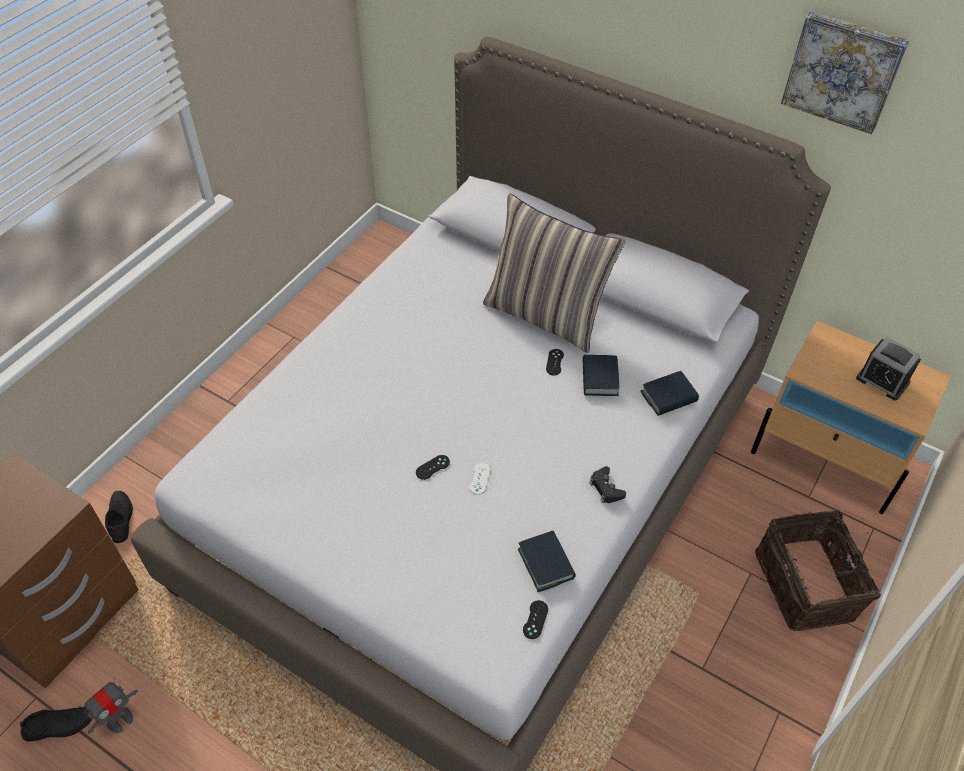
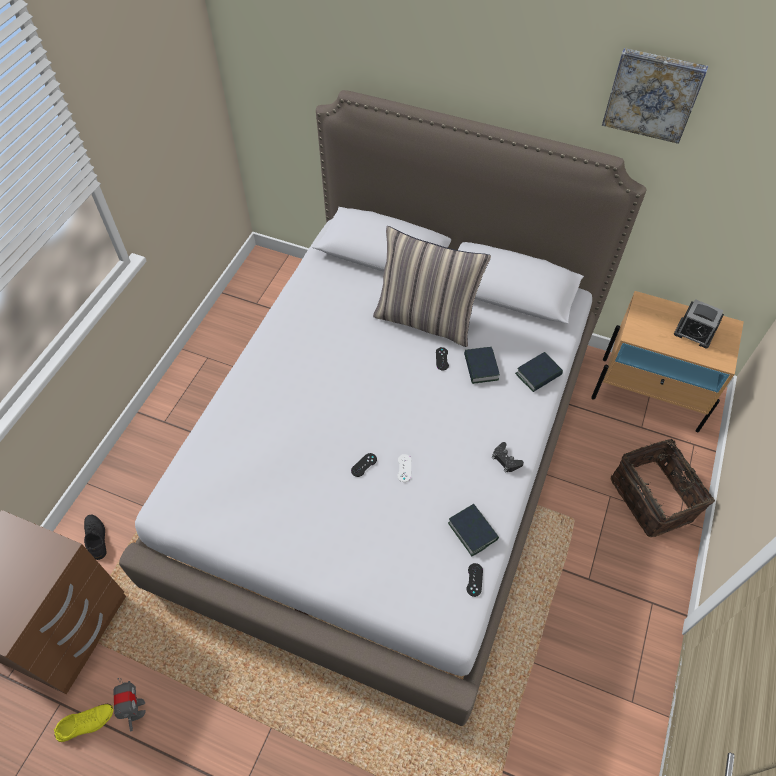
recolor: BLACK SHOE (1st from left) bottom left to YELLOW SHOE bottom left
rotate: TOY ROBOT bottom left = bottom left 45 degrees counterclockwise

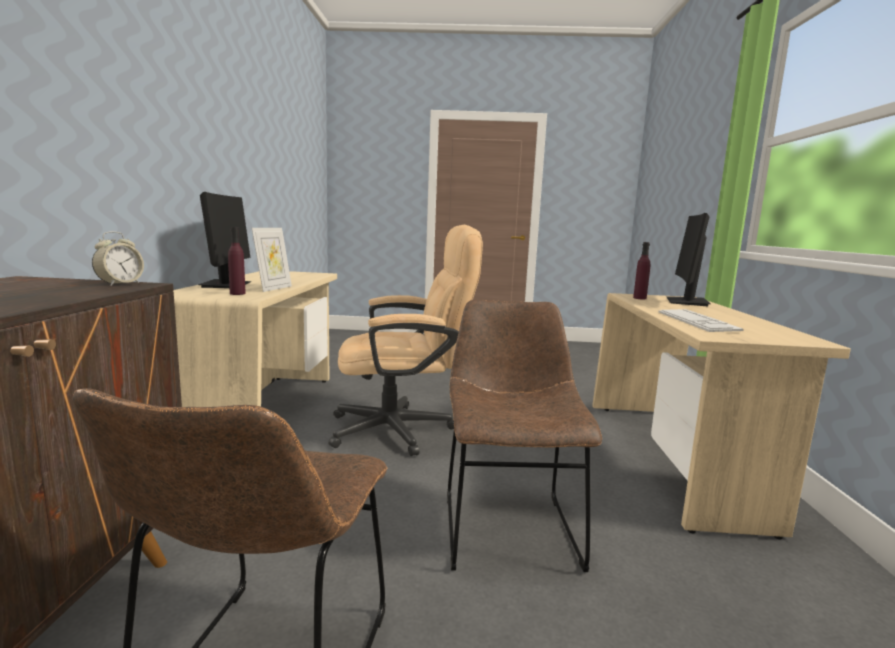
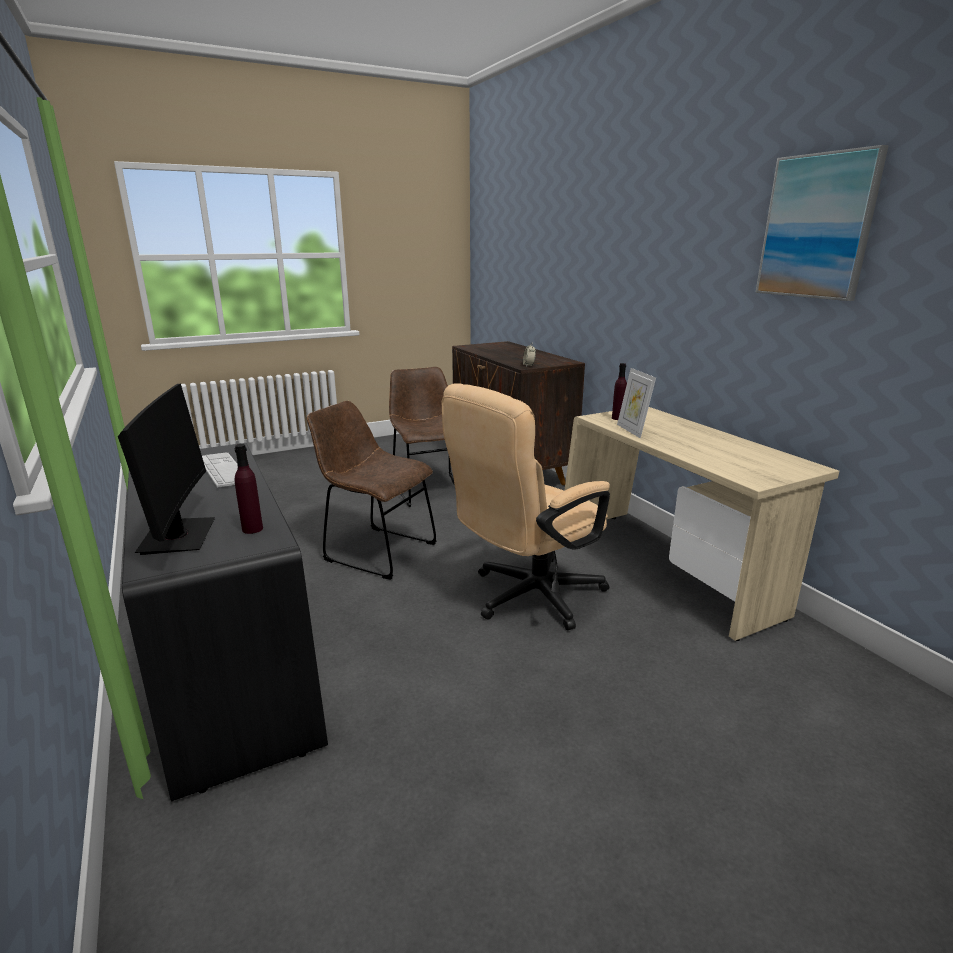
delete: MONITOR (1st from left) middle left
insert: PICTURE top right
recolor: BEIGE DESK (2nd from left) middle right to BLACK DESK middle left
rotate: BROWN CHAIR (2nd from left in the first image) bottom centre = centre 150 degrees clockwise

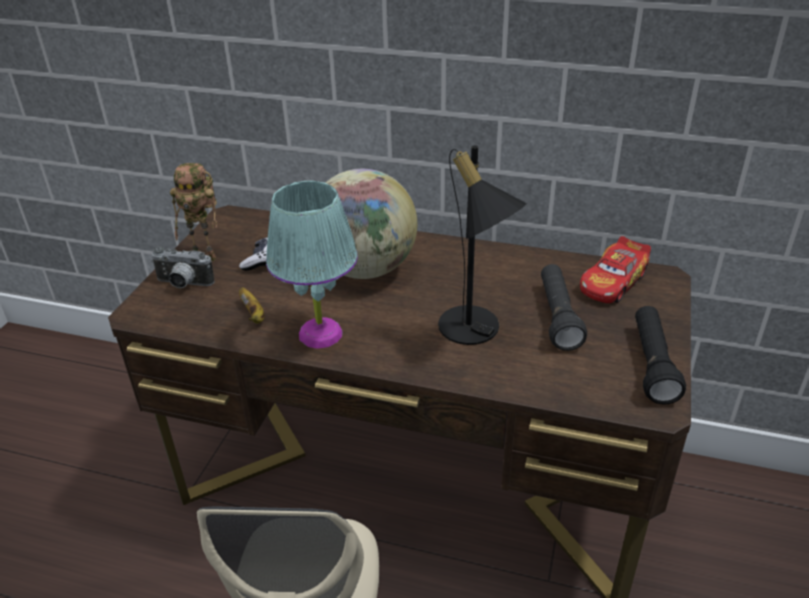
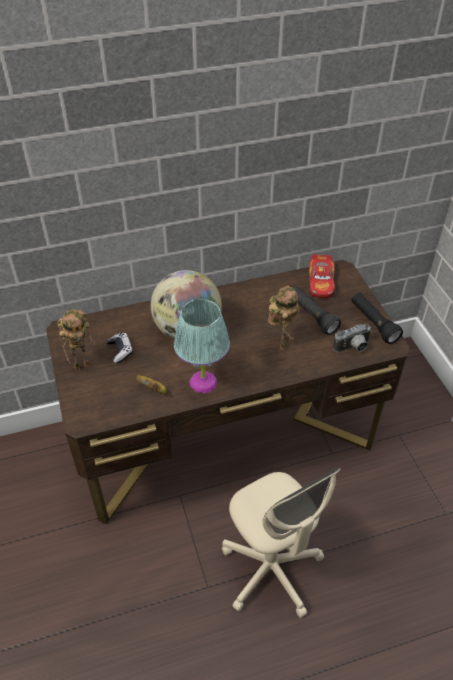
move: PHOTO CAMERA middle left to middle right
replace: BLACK TABLE LAMP centre to TOY ROBOT (2nd from left) centre

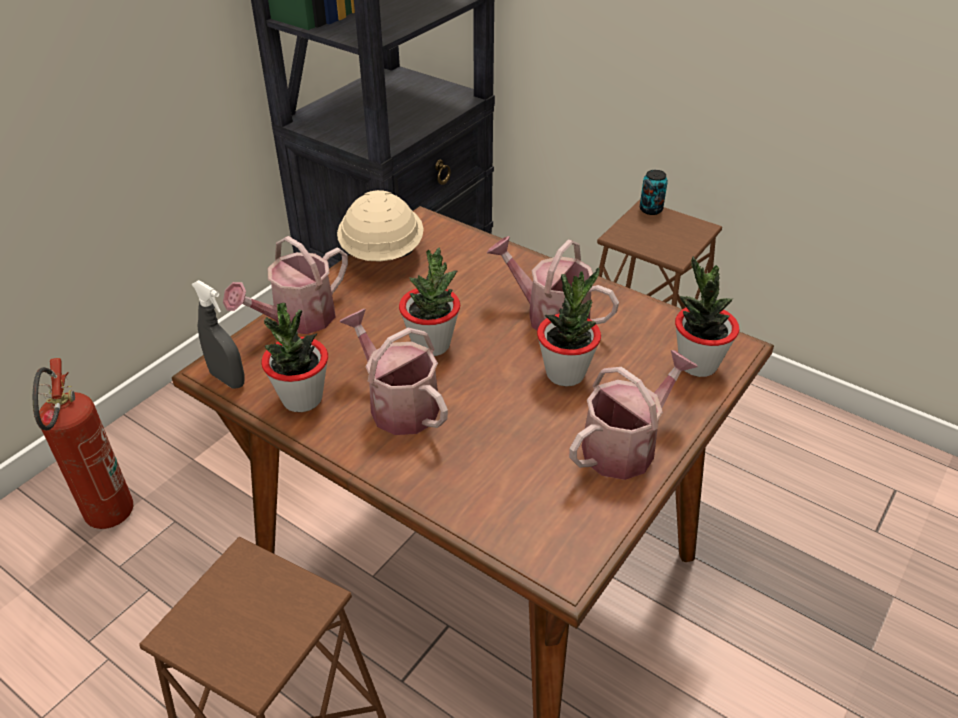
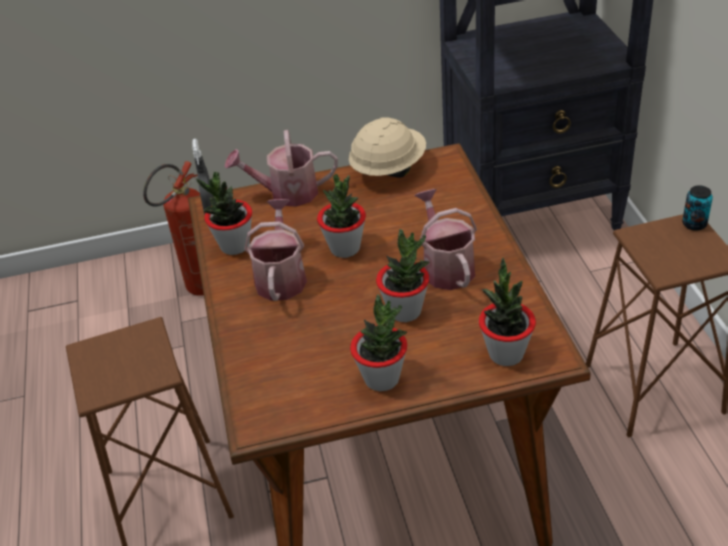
replace: WATERING CAN (4th from left) centre to POTTED PLANT (3rd from left) centre

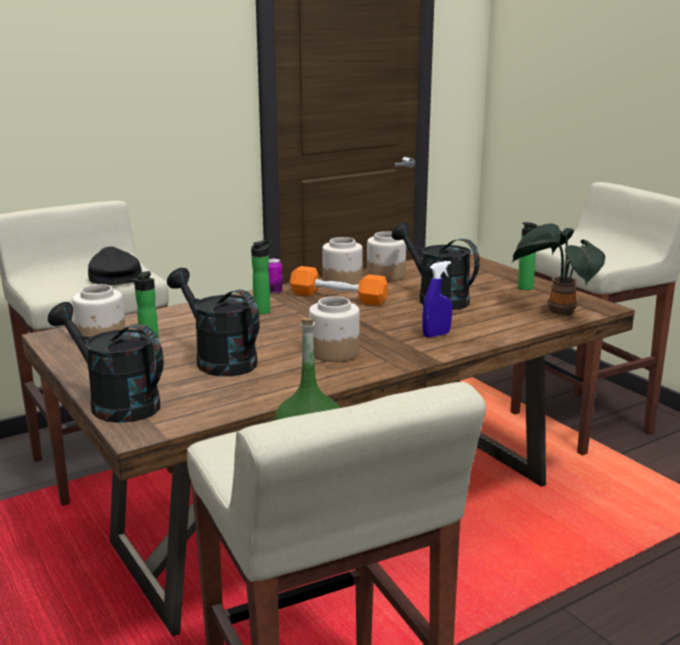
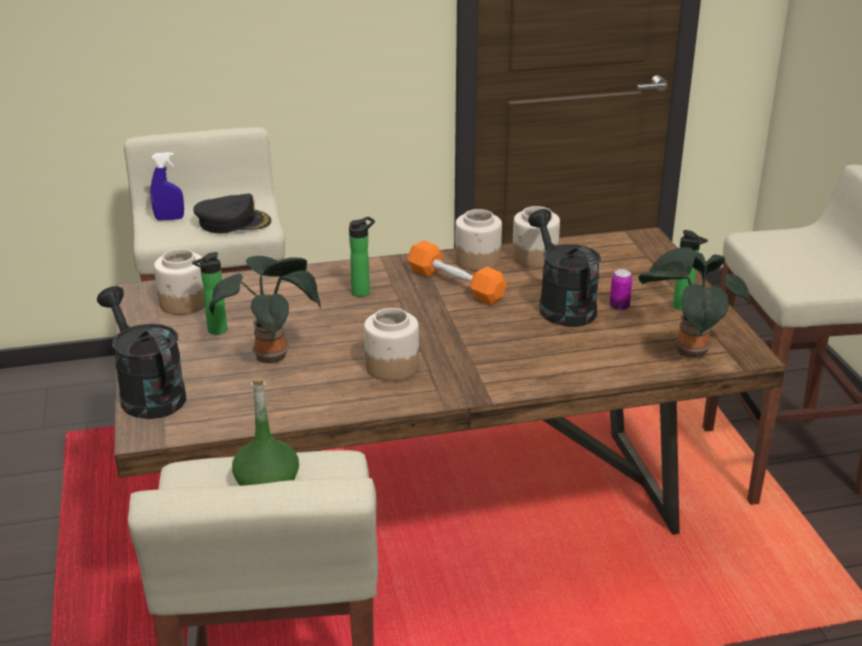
move: BLUE SPRAY BOTTLE centre to top left; CAN centre to middle right
replace: BLACK WATERING CAN (2nd from left) middle left to POTTED PLANT (1st from left) middle left
rotate: BLACK CAP middle left = top left 90 degrees clockwise

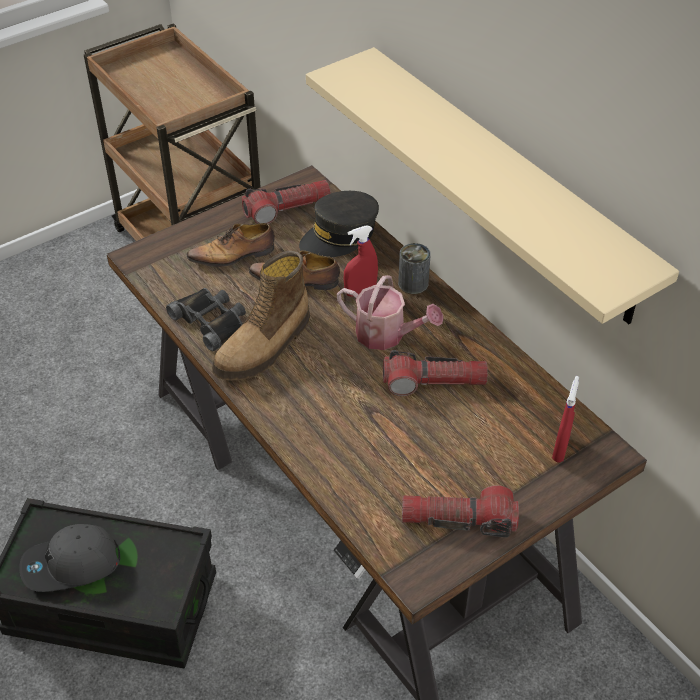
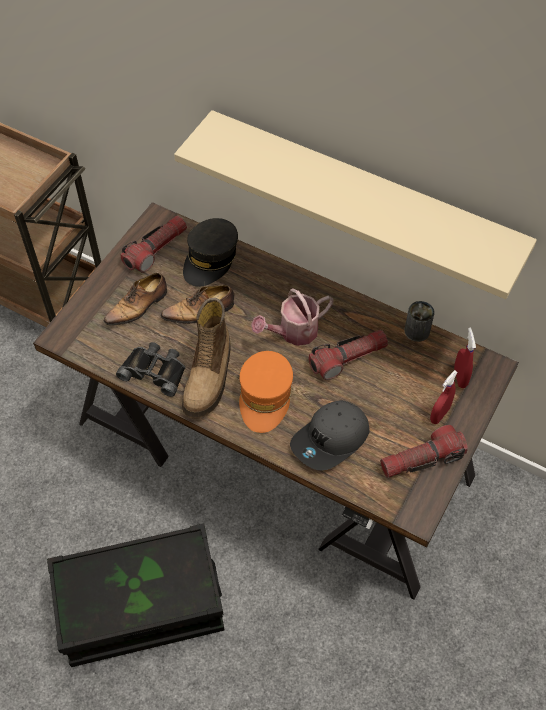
insert: ORANGE CAP centre
move: GREY CAP (1st from left in the first image) bottom left to GREY CAP (2nd from left) centre; CAN centre to middle right; RED SPRAY BOTTLE (1st from left) centre to middle right
rotate: WATERING CAN centre = centre 150 degrees clockwise

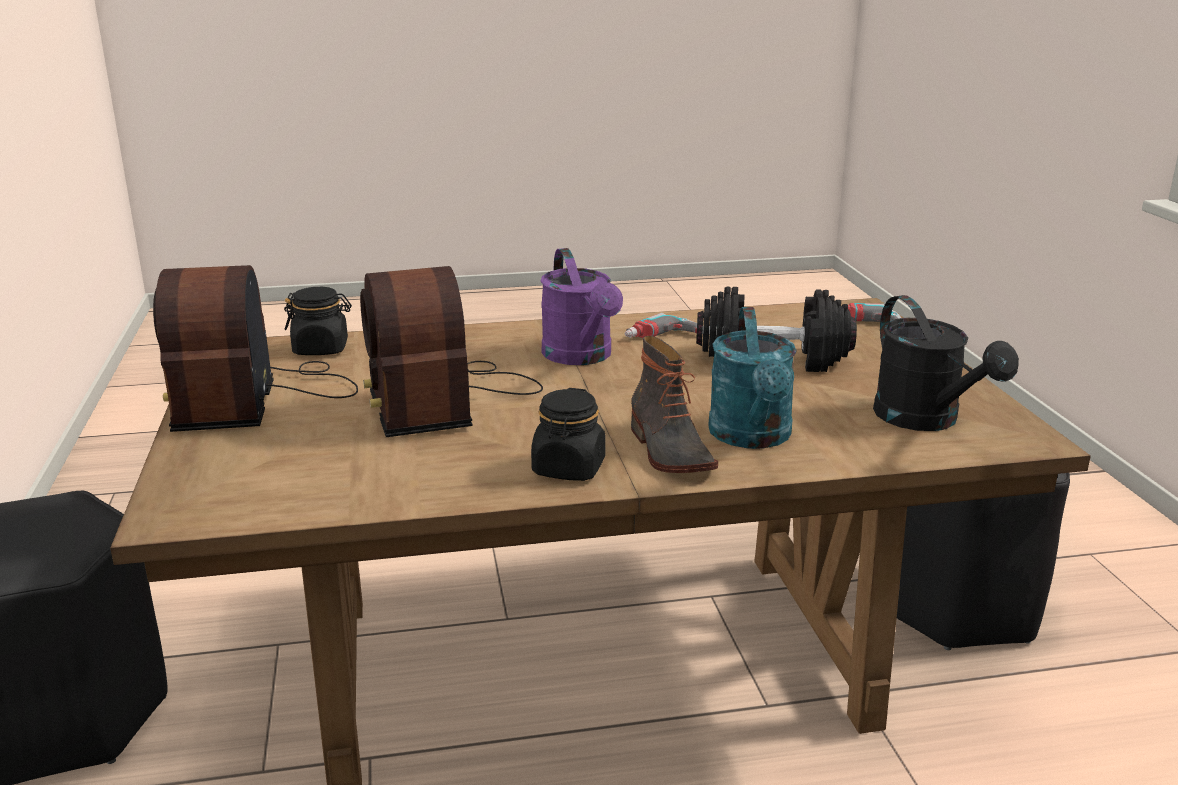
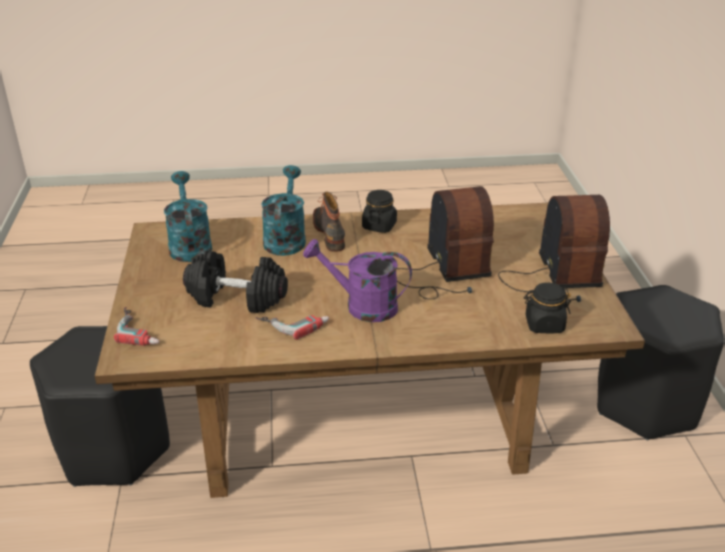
recolor: BLACK WATERING CAN middle right to TURQUOISE WATERING CAN (1st from left) middle left
rotate: PURPLE WATERING CAN centre = centre 60 degrees counterclockwise

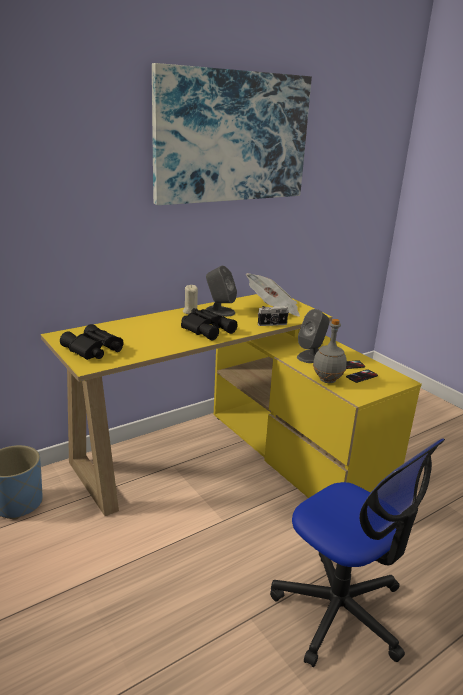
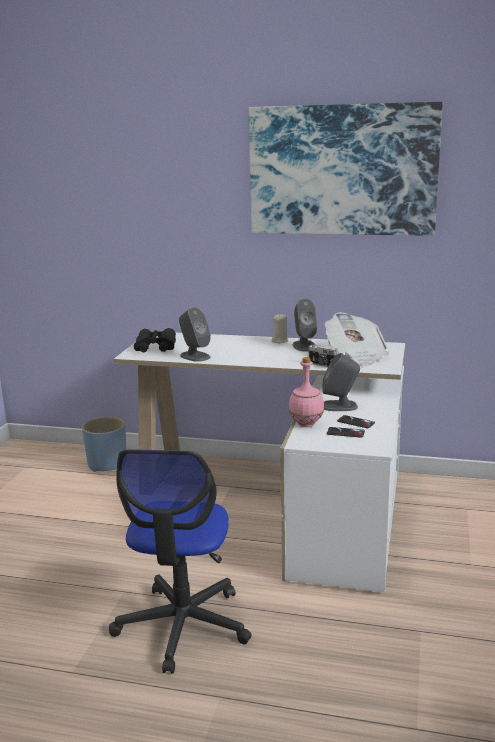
delete: BLACK BINOCULARS (2nd from left) centre
insert: GREY SPEAKER (1st from left) centre
recolor: YELLOW DESK centre to WHITE DESK centre; GREY BOTTLE middle right to PINK BOTTLE centre

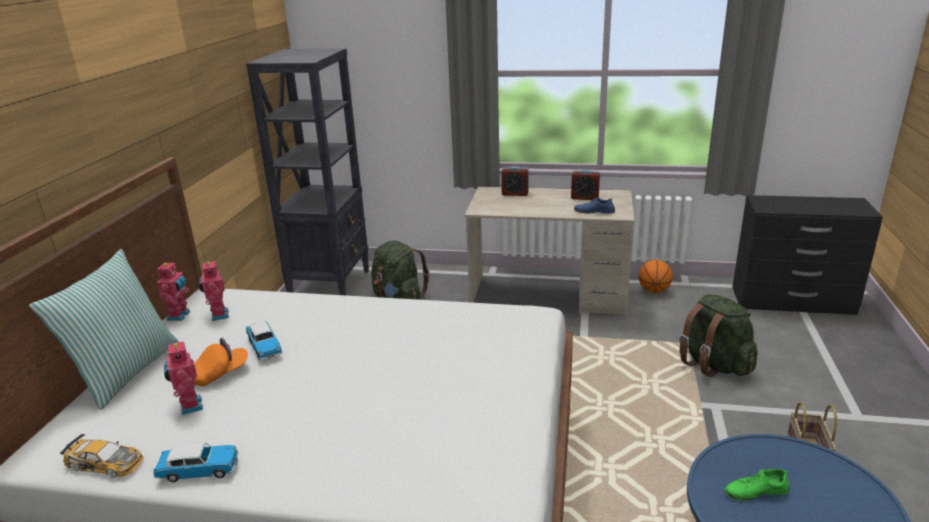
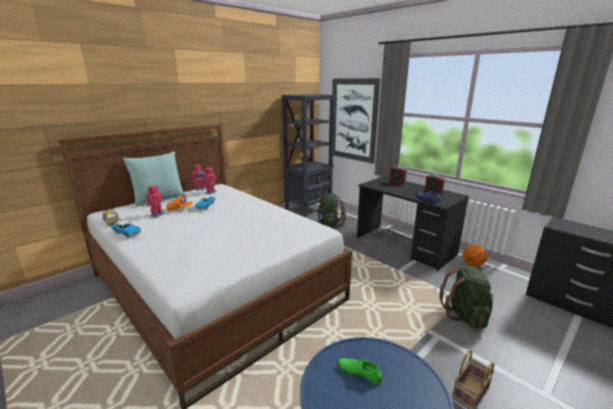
insert: PICTURE top centre
recolor: BEIGE DESK centre to BLACK DESK middle right

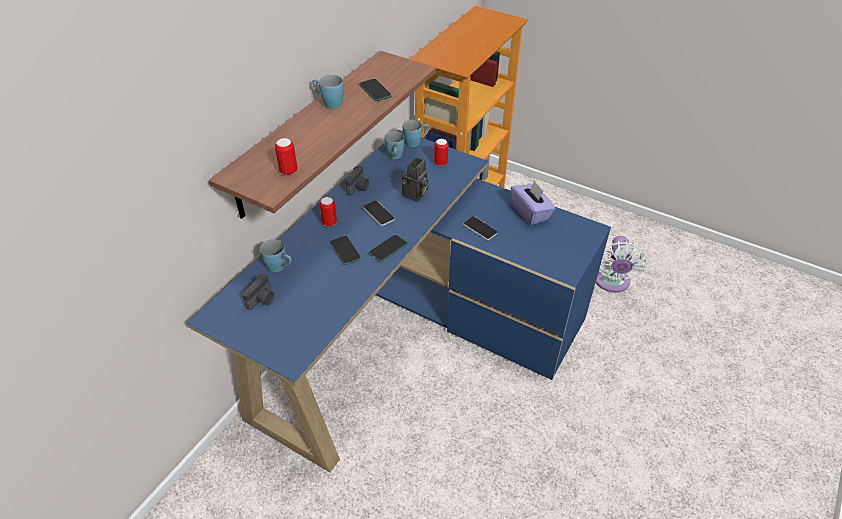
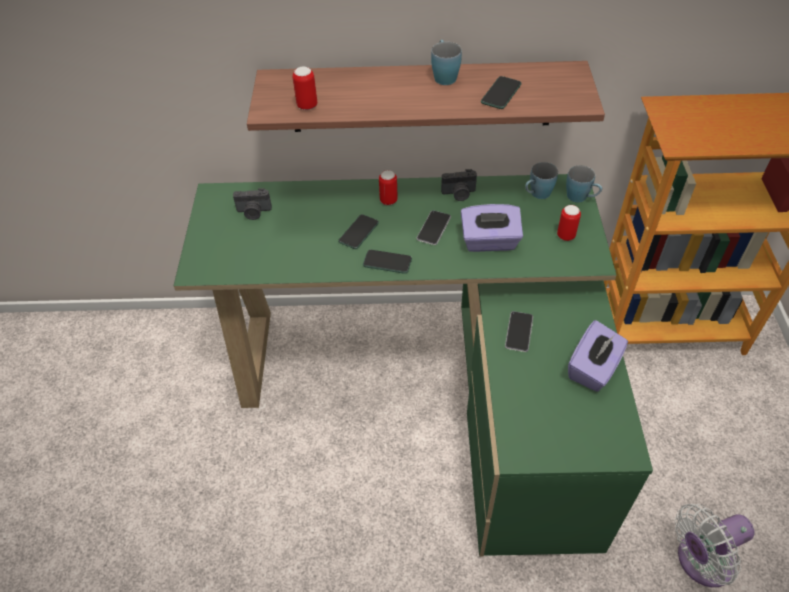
delete: BLUE MUG (1st from left) middle left
replace: PHOTO CAMERA (3rd from left) centre to PURPLE TISSUE BOX (1st from left) centre
recolor: BLUE DESK centre to GREEN DESK centre

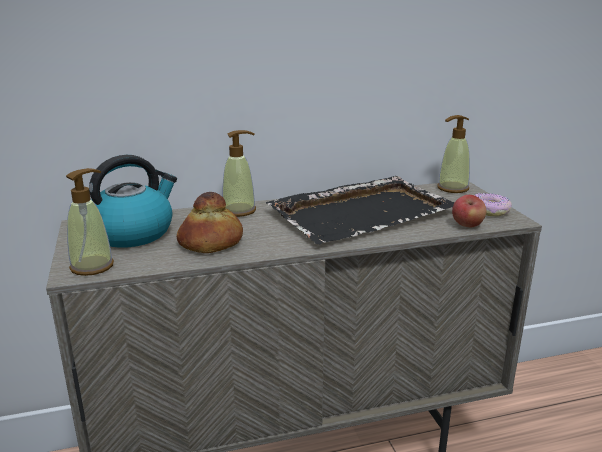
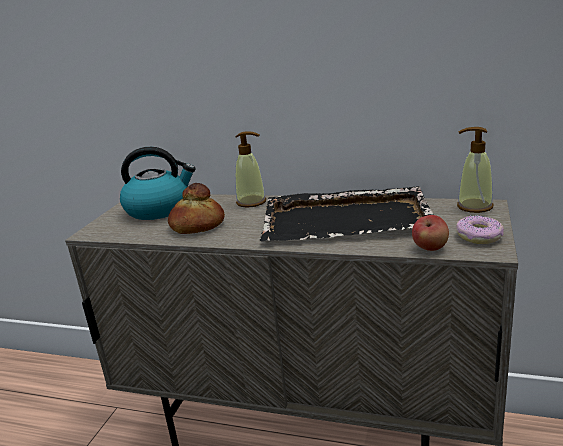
delete: SOAP DISPENSER (1st from left) middle left

